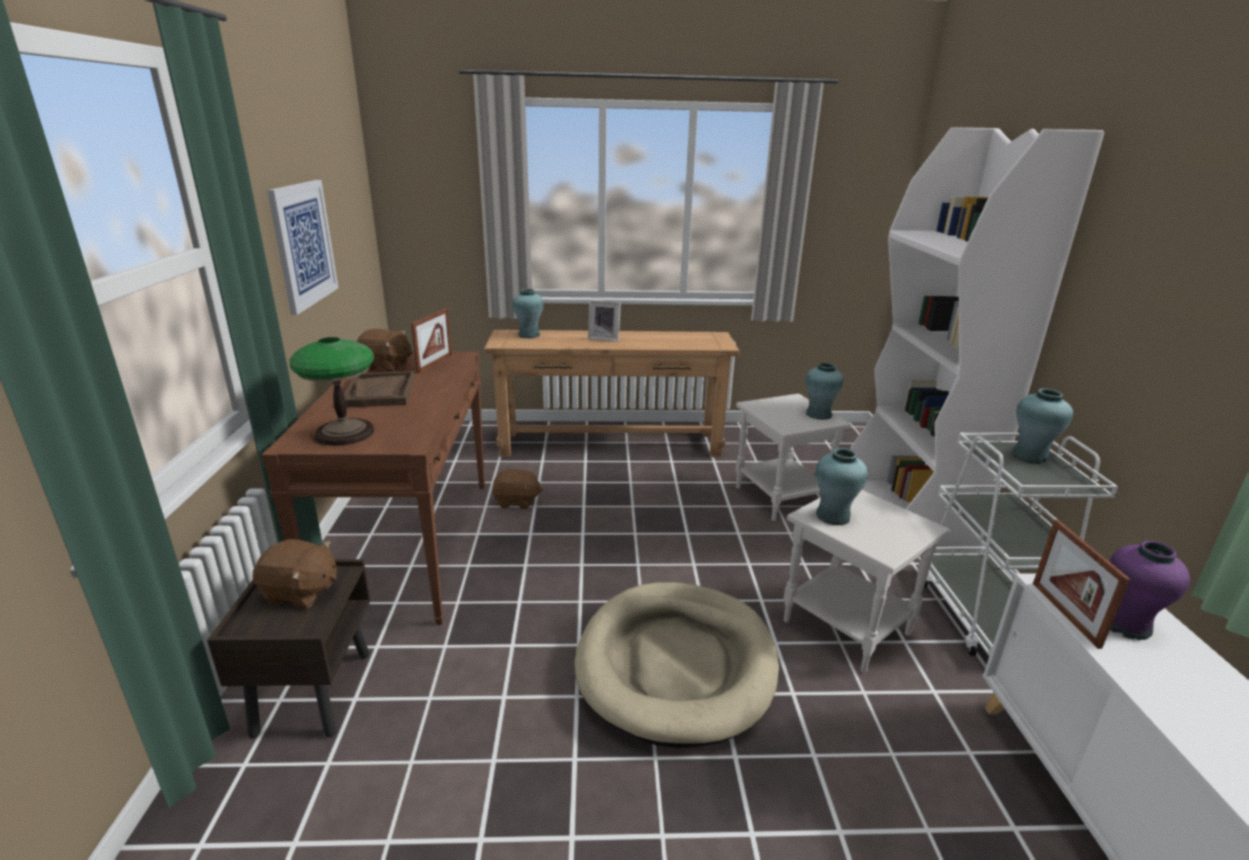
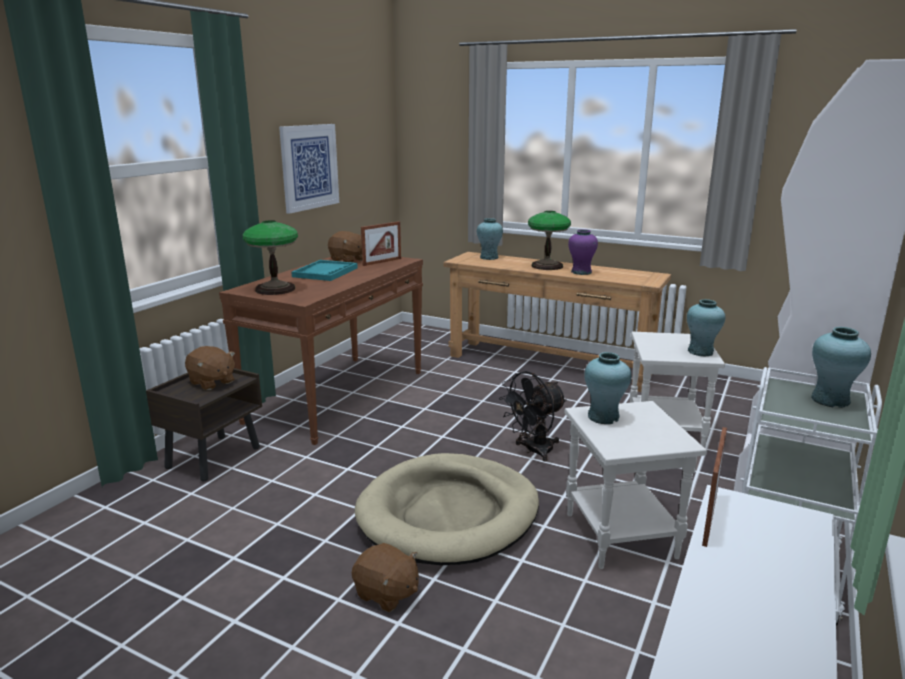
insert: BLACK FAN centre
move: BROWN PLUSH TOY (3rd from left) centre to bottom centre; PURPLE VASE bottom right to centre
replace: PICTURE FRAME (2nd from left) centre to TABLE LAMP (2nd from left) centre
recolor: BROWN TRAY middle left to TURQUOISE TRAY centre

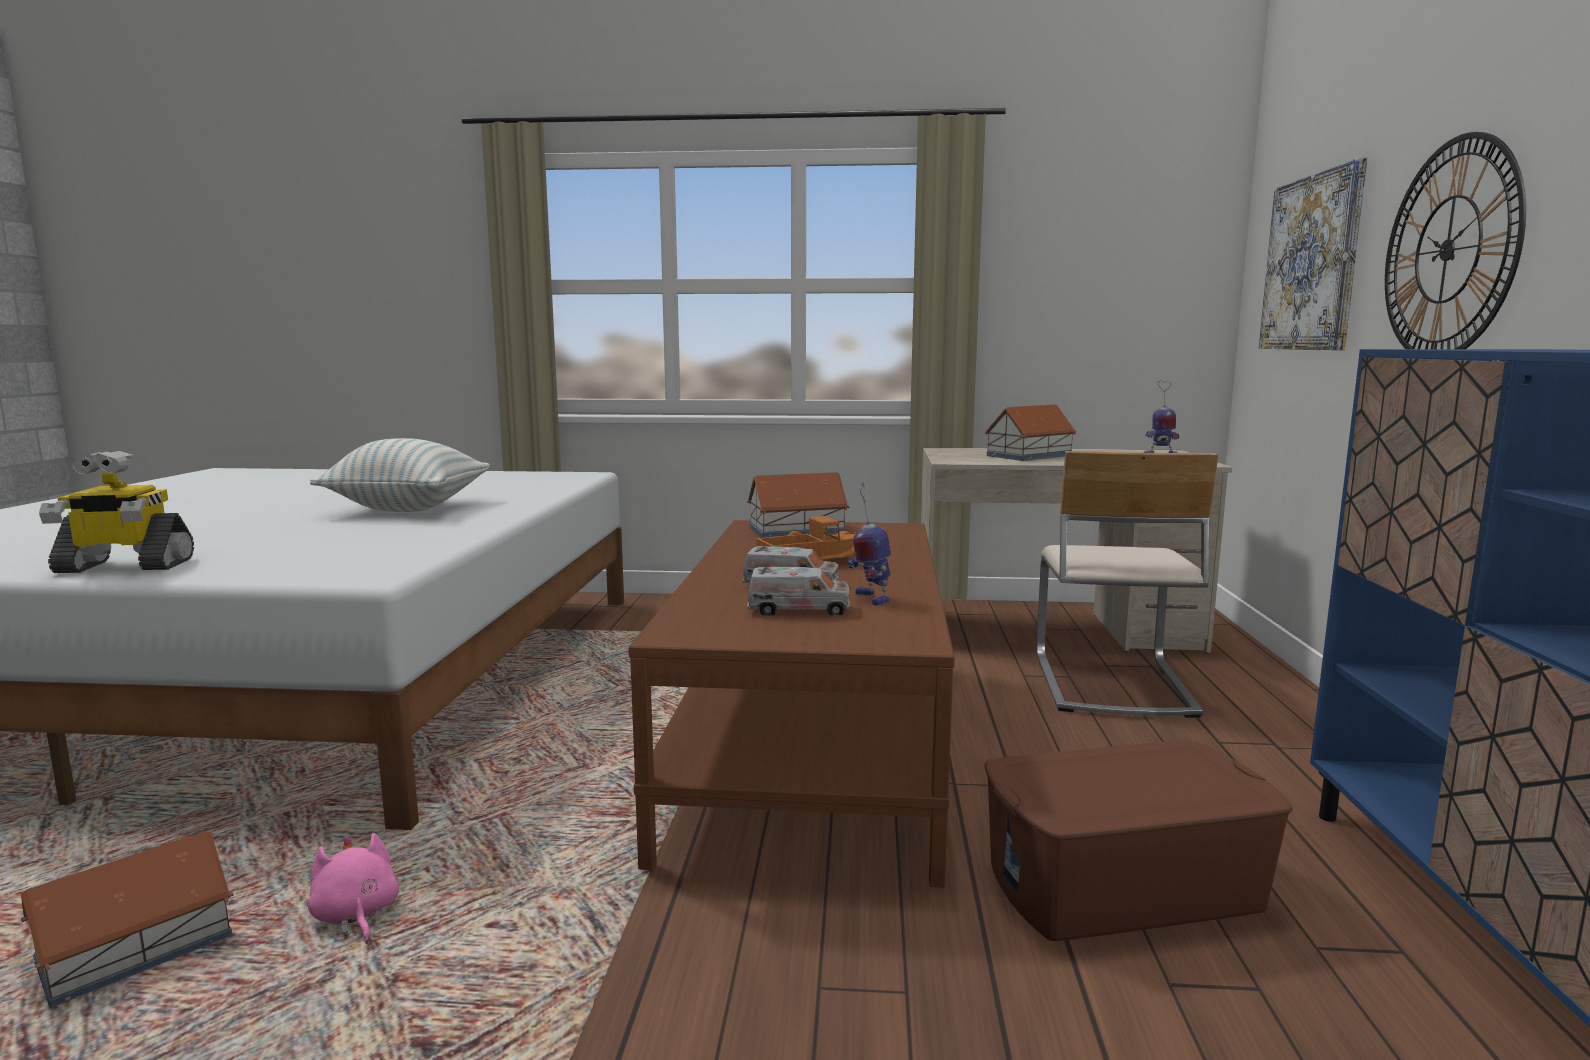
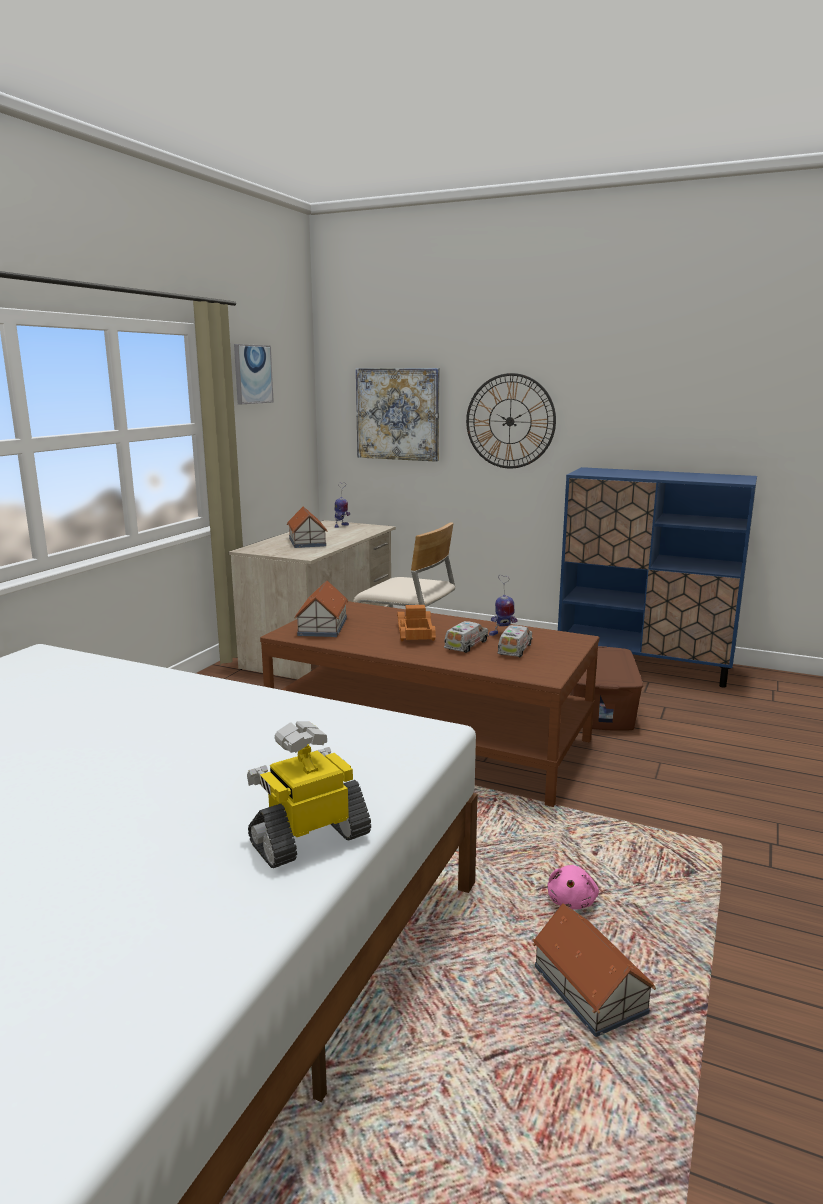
delete: PILLOW middle left
insert: PICTURE (1st from left) top left
rotate: TOY ROBOT (1st from left) middle left = centre 135 degrees counterclockwise; PINK PLUSH TOY bottom left = bottom right 60 degrees counterclockwise

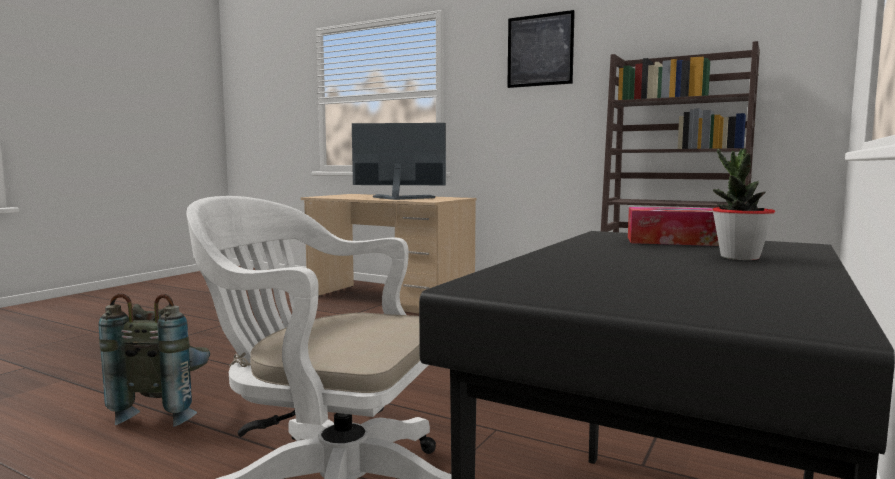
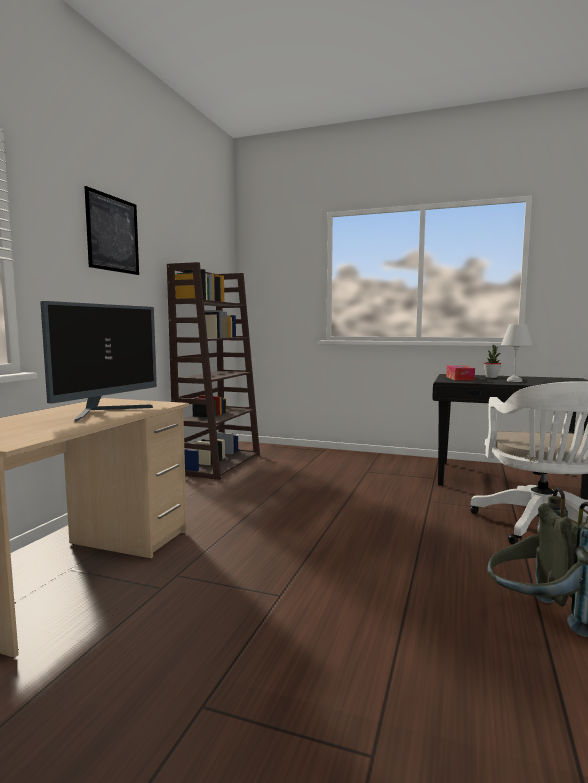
insert: WHITE TABLE LAMP middle right
rotate: MONITOR centre = middle left 150 degrees counterclockwise

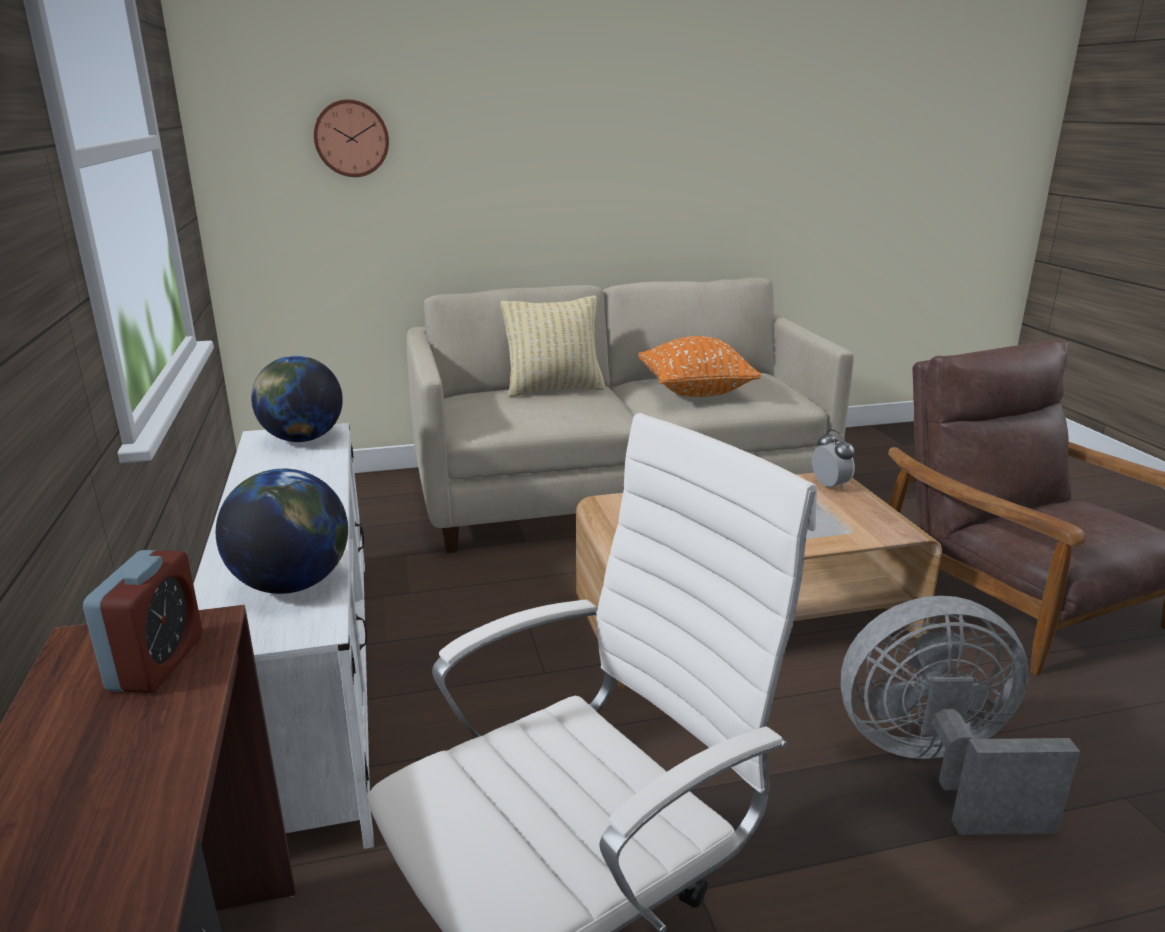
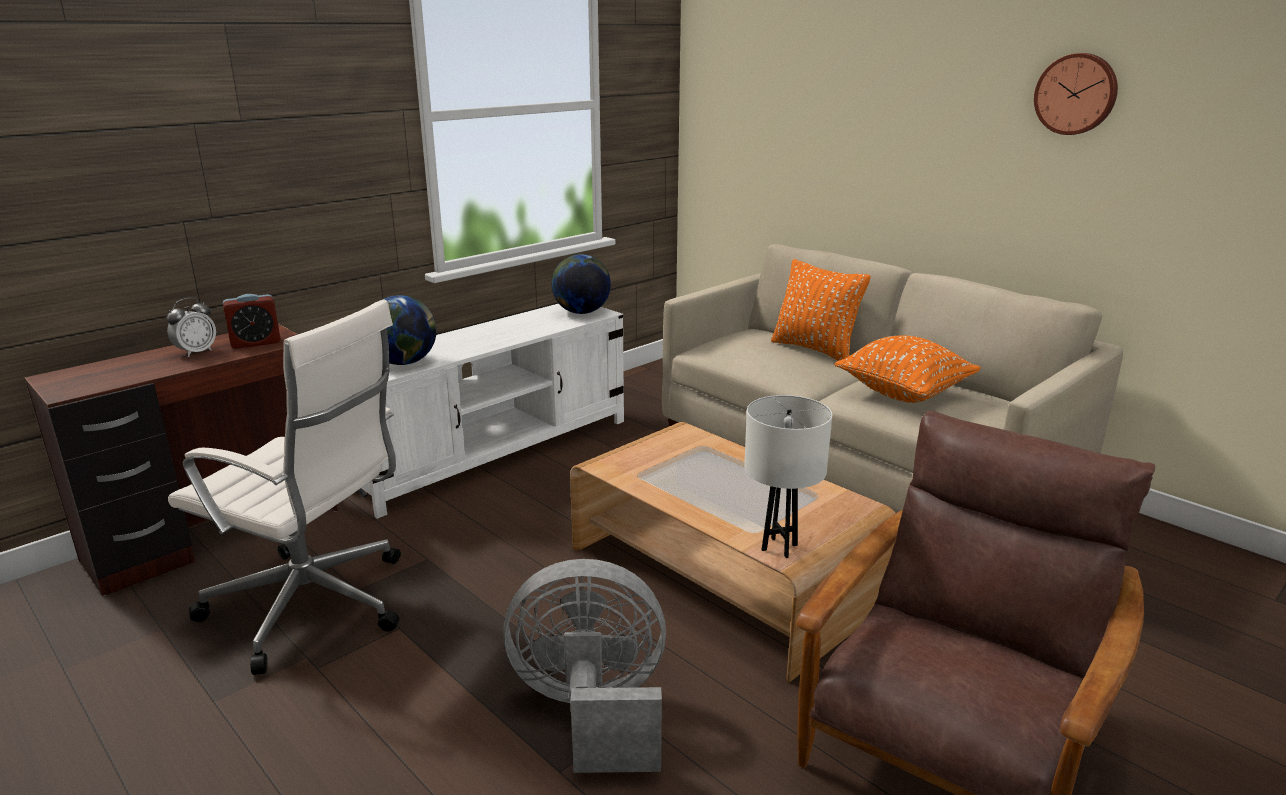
insert: WHITE TABLE LAMP centre
move: ALARM CLOCK (2nd from left in the first image) middle right to ALARM CLOCK (1st from left) middle left; WALL CLOCK top left to top right
recolor: BEIGE PILLOW centre to ORANGE PILLOW (1st from left) centre
rotate: GREY FAN bottom right = bottom centre 60 degrees counterclockwise

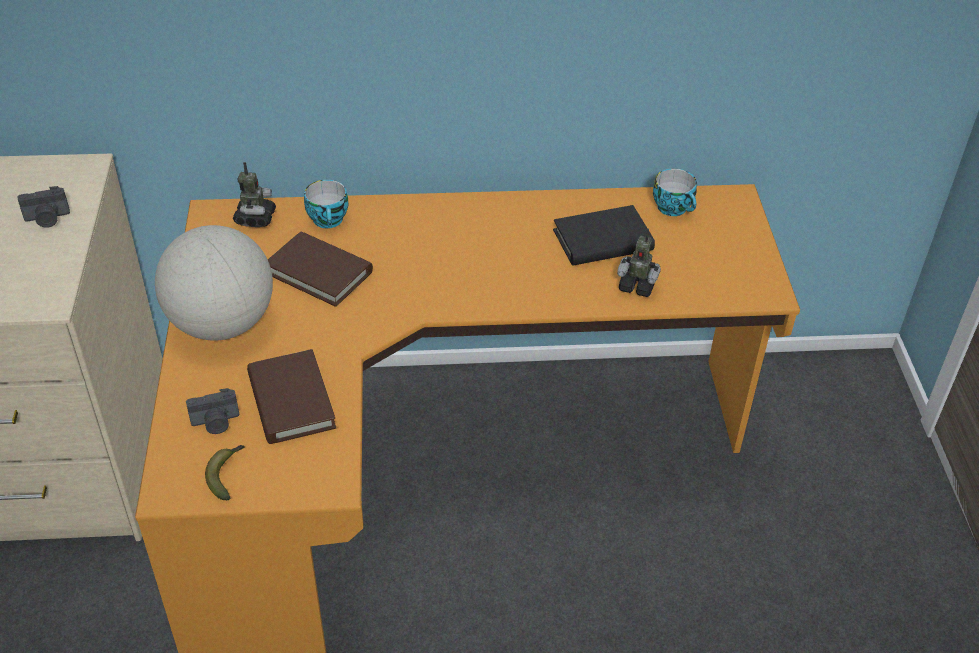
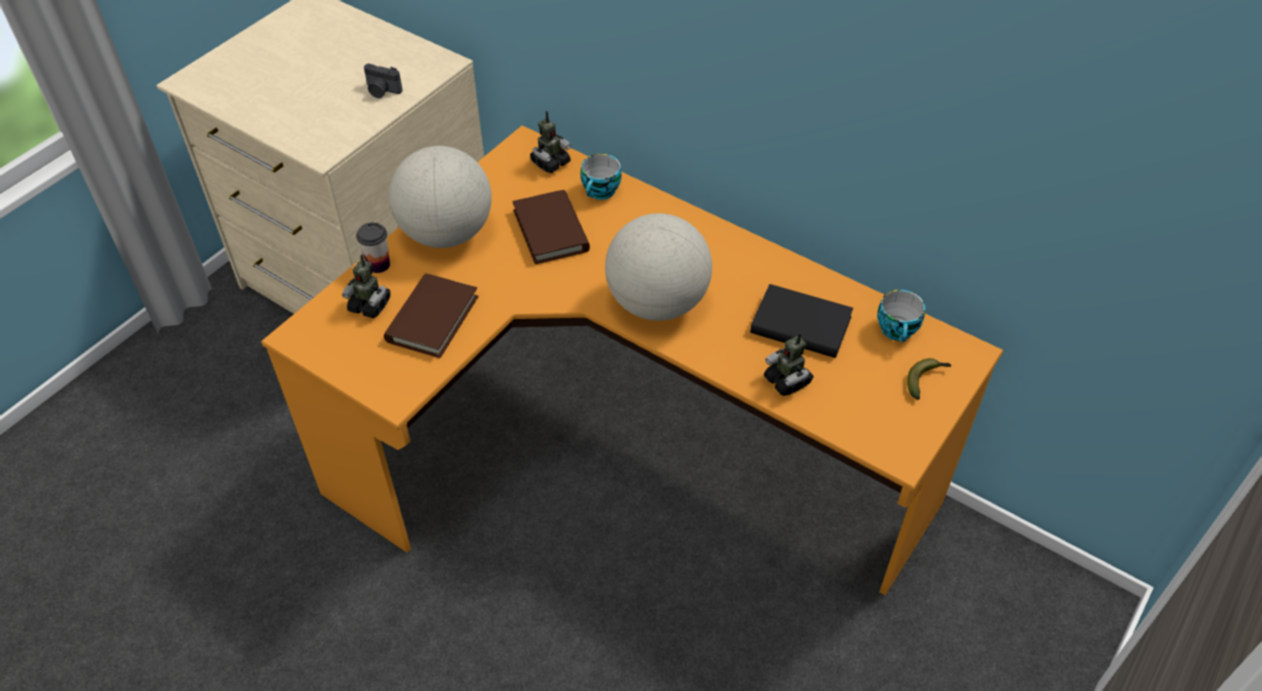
insert: CUP (1st from left) middle left; GLOBE (2nd from left) centre
move: BANANA bottom left to middle right
replace: PHOTO CAMERA (2nd from left) middle left to TOY ROBOT (1st from left) middle left

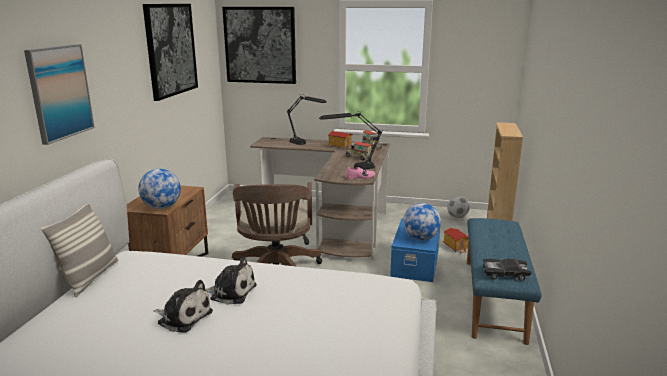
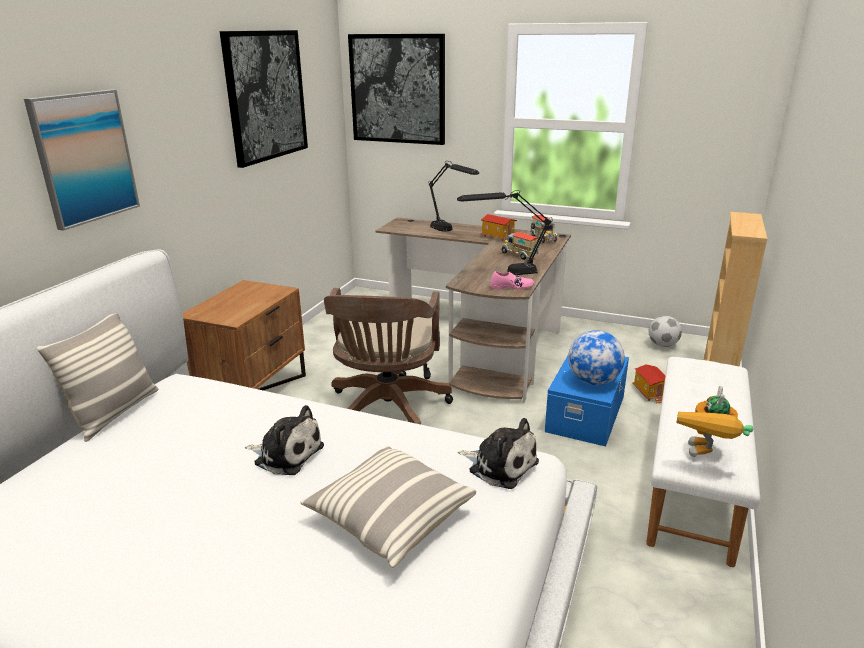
delete: GLOBE (1st from left) middle left
insert: PILLOW (2nd from left) bottom centre
move: PLUSH TOY (1st from left in the first image) bottom left to PLUSH TOY (2nd from left) bottom centre
replace: BLACK TOY CAR bottom right to TOY ROBOT middle right
recolor: BLUE BENCH bottom right to WHITE BENCH bottom right

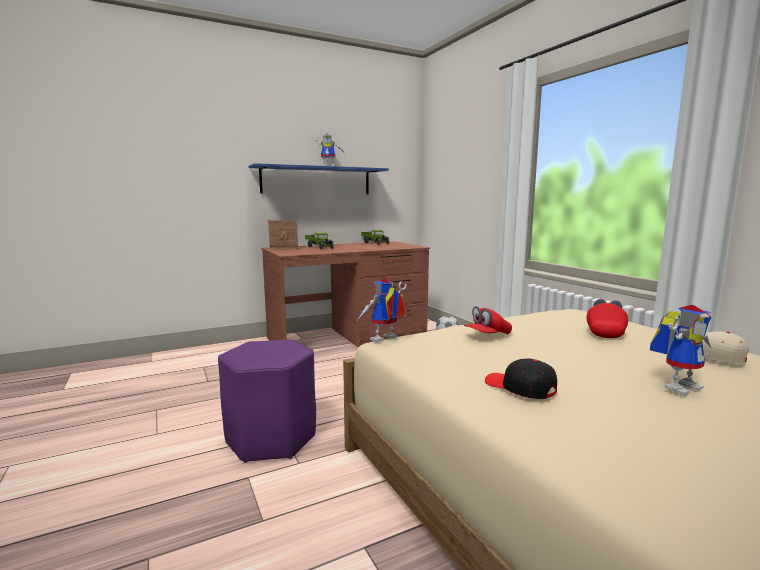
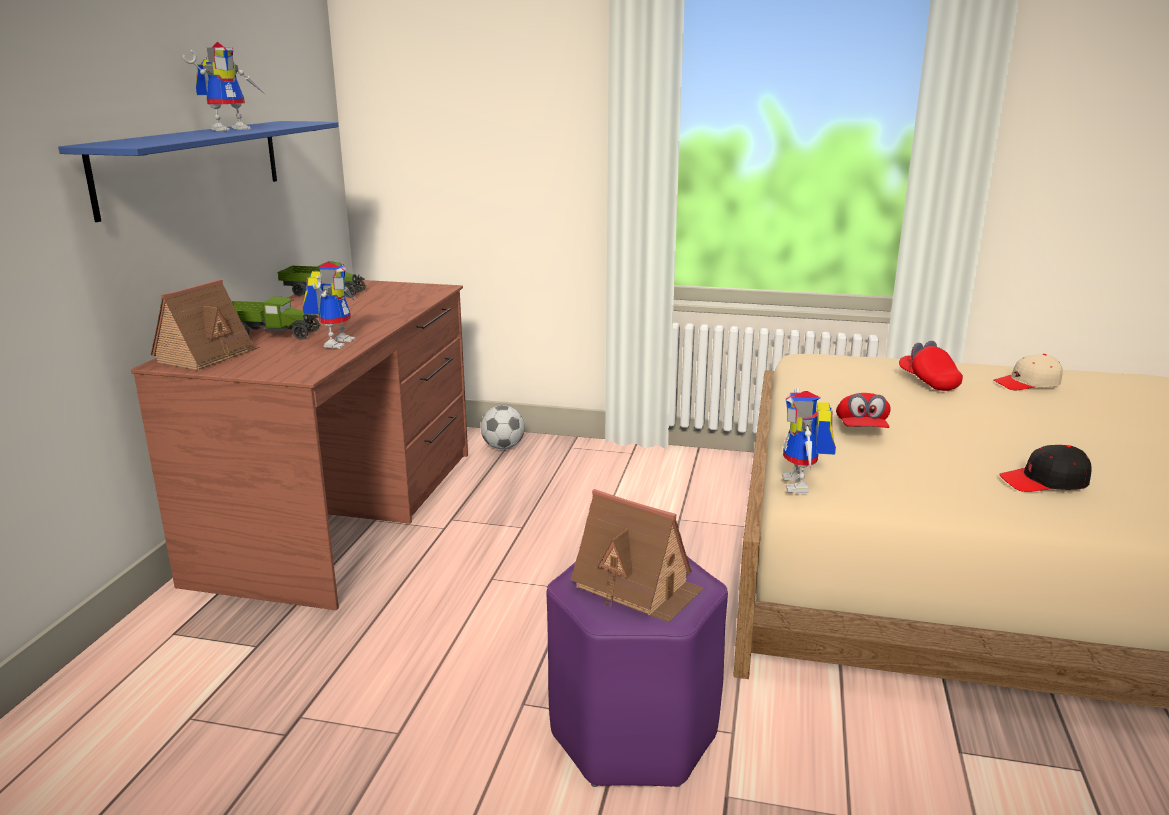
insert: TOY HOUSE (2nd from left) bottom centre
move: TOY ROBOT (3rd from left in the first image) middle right to TOY ROBOT (2nd from left) middle left

